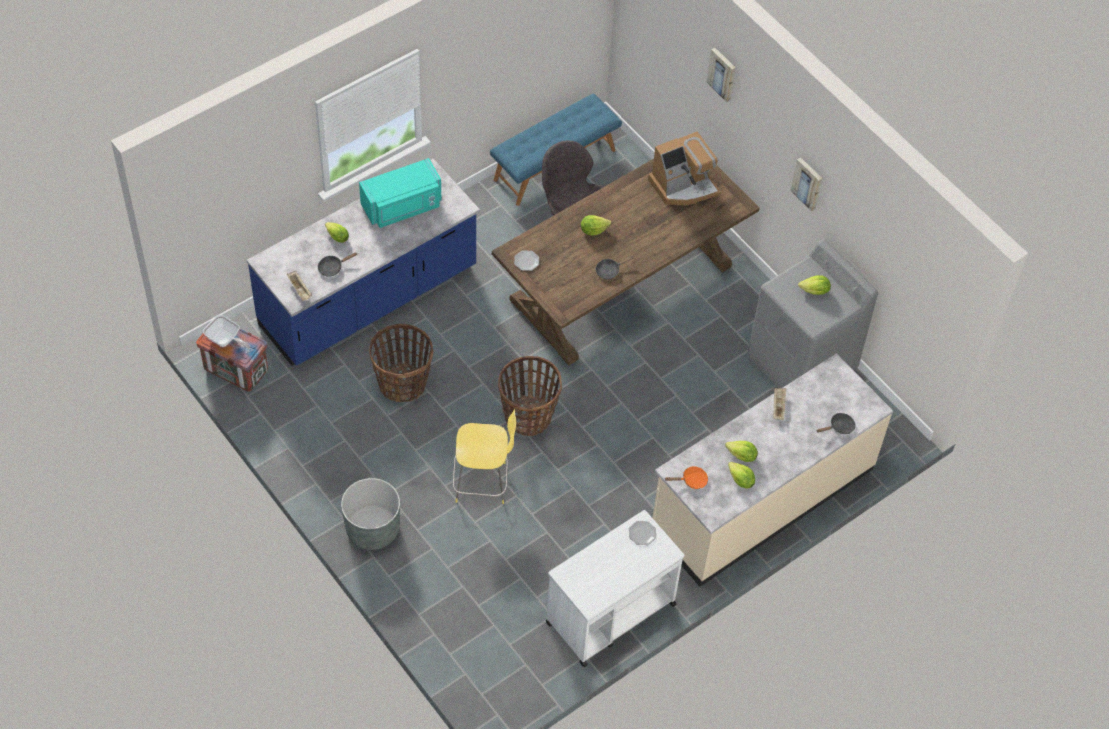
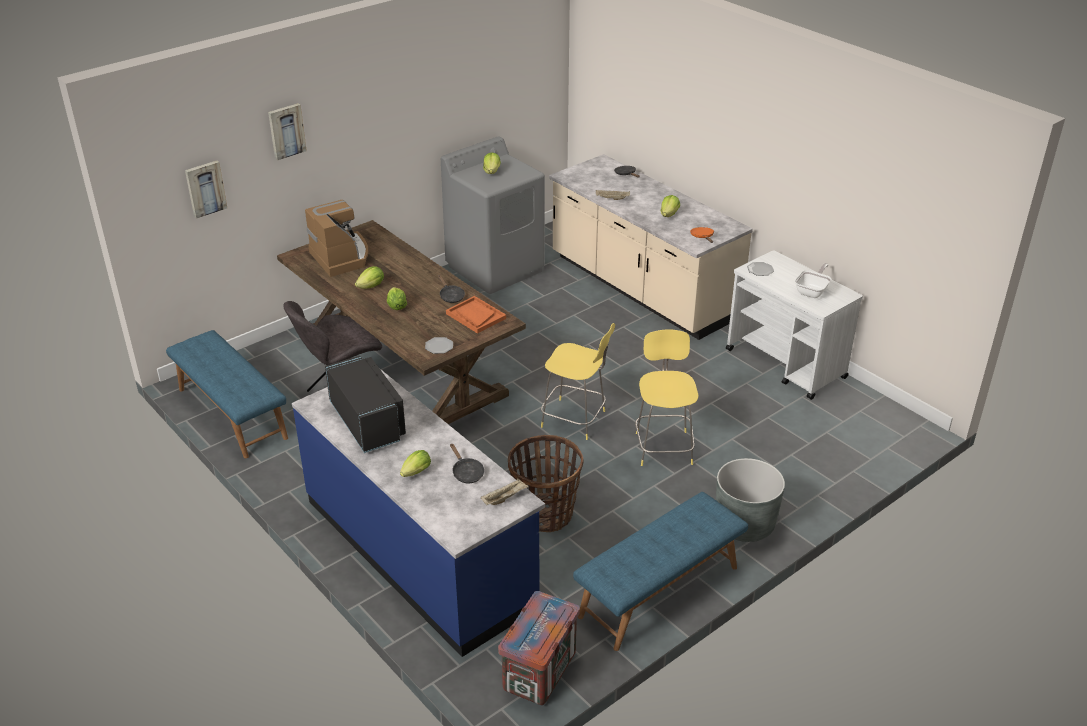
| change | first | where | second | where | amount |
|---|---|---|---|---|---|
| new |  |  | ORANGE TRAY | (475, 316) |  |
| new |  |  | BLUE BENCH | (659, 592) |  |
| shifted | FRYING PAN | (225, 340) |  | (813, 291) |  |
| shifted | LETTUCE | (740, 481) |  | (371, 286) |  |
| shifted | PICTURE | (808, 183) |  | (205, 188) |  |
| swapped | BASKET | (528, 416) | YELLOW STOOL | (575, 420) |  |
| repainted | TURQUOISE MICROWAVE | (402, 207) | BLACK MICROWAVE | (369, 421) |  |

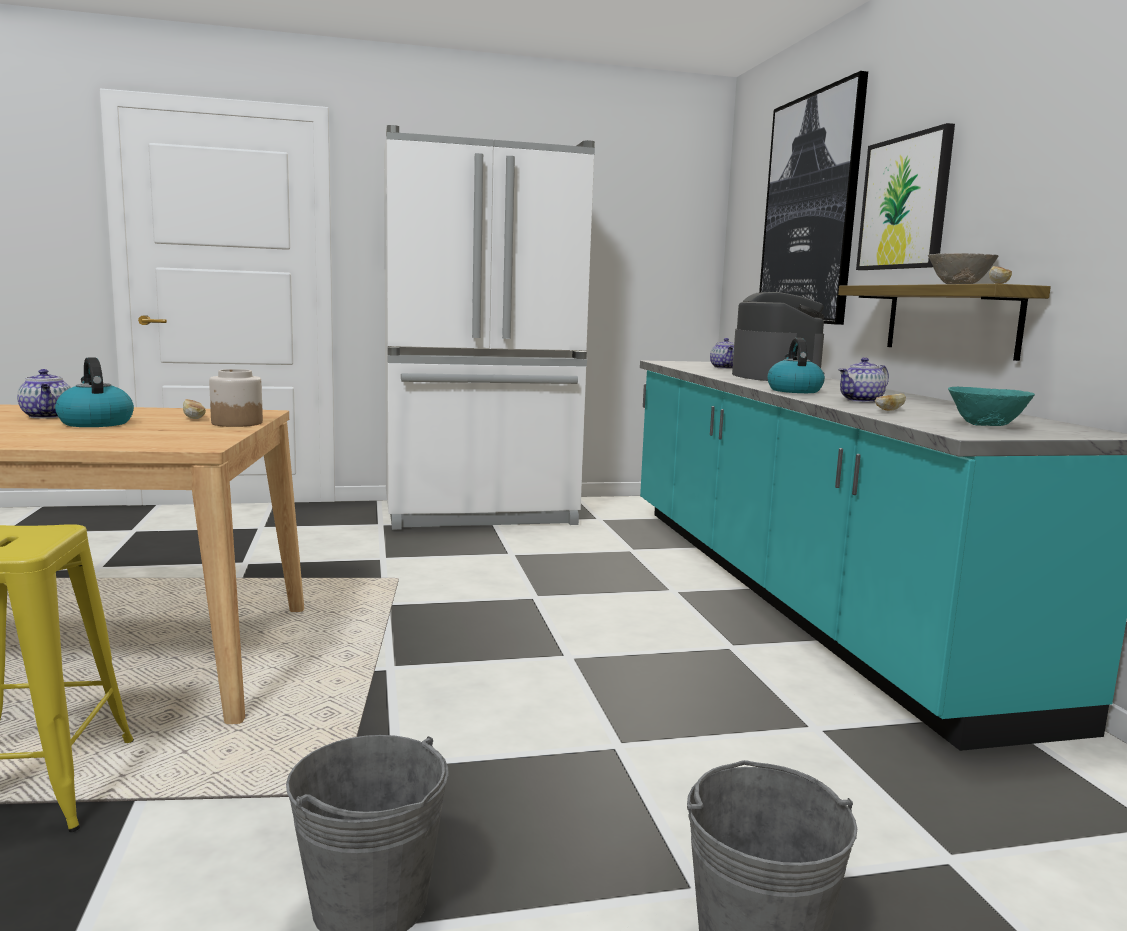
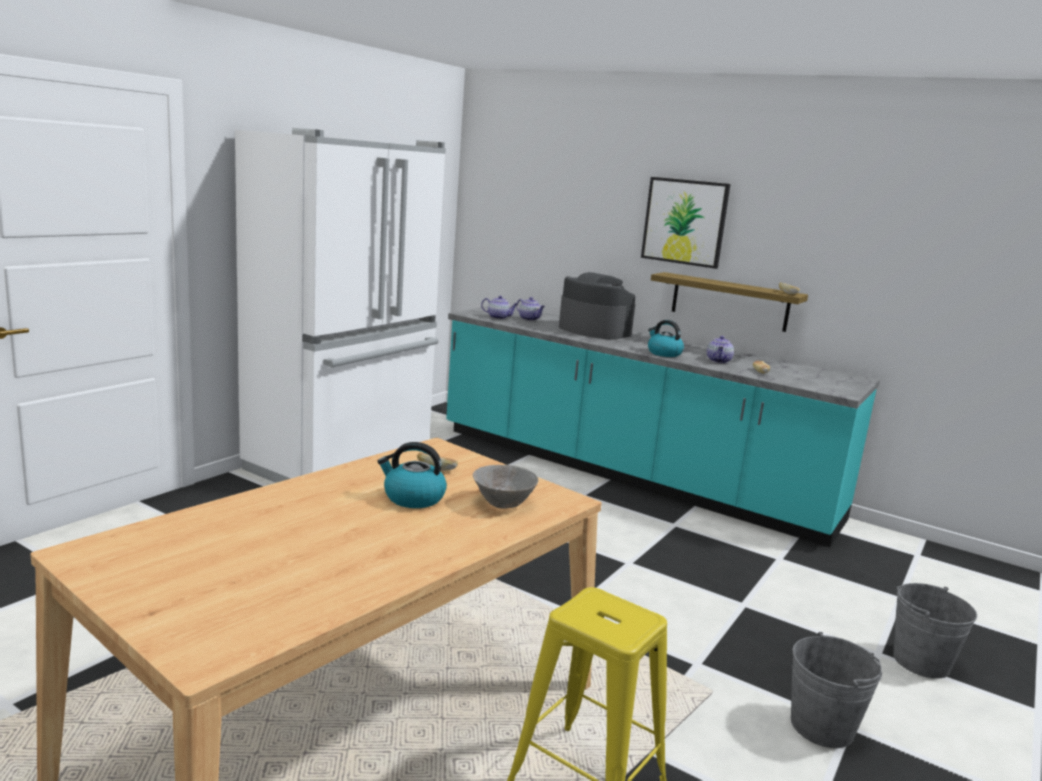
| change | first | where | second | where | amount |
|---|---|---|---|---|---|
| gone | JAR | (236, 423) |  |  |  |
| gone | PICTURE | (810, 210) |  |  |  |
| gone | TURQUOISE BOWL | (985, 425) |  |  |  |
| shifted | TEAPOT | (48, 416) |  | (499, 317) |  |
| shifted | GREY BOWL | (958, 284) |  | (503, 503) |  |

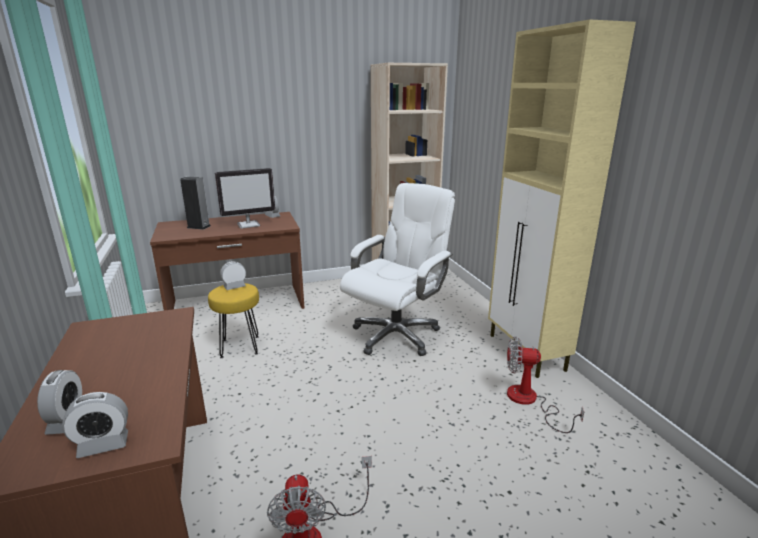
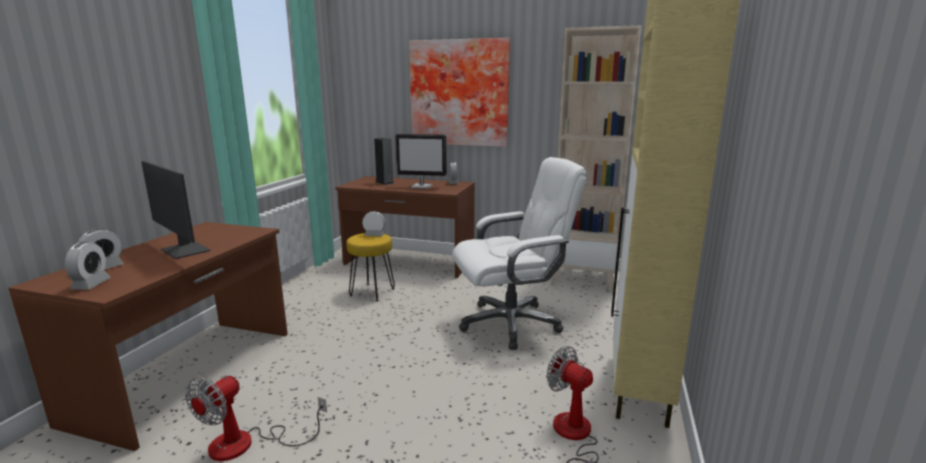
| change | first | where | second | where | amount |
|---|---|---|---|---|---|
| new |  |  | MONITOR | (184, 250) |  |
| new |  |  | PICTURE | (459, 93) |  |
| rotated | ALARM CLOCK | (103, 445) |  | (91, 284) | 105 degrees counterclockwise |

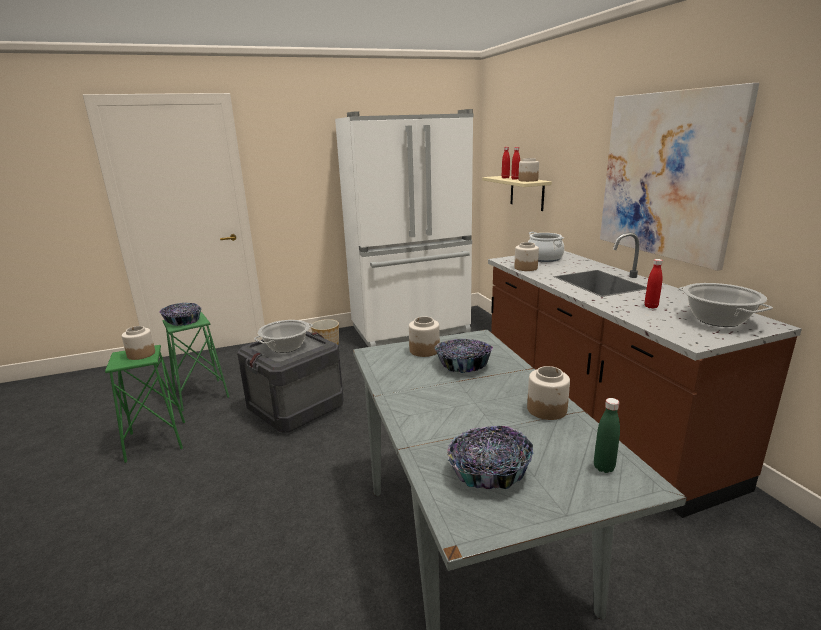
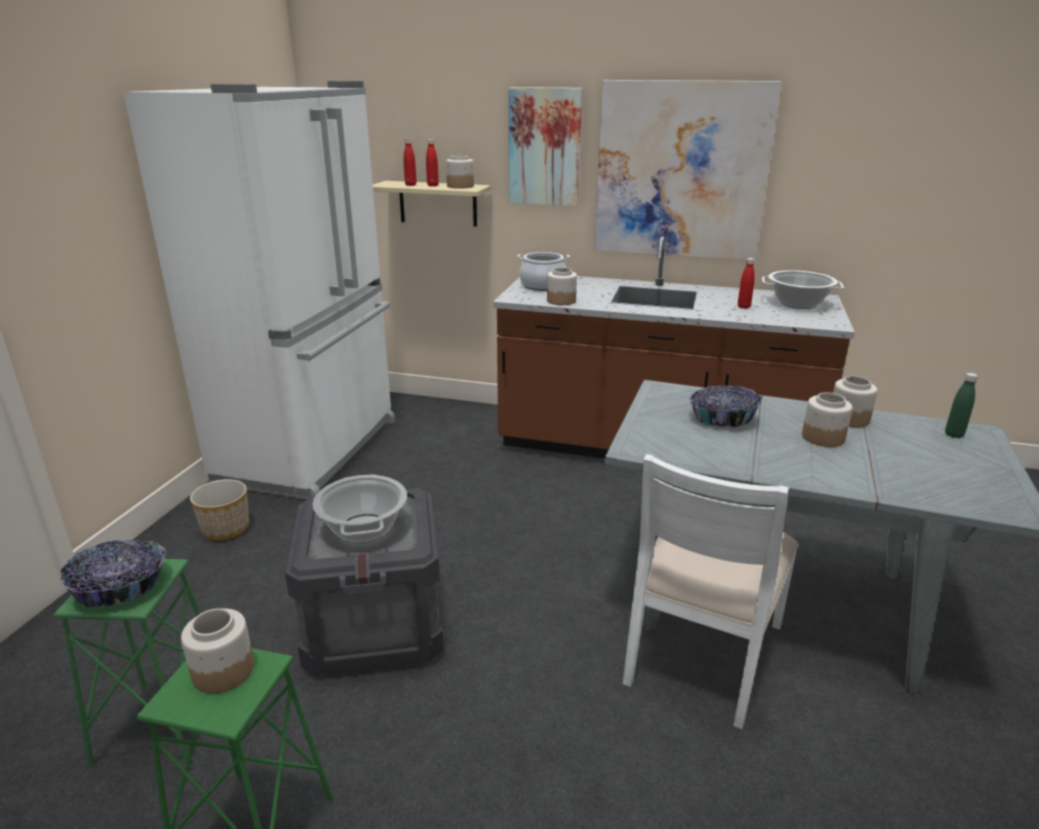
| change | first | where | second | where | amount |
|---|---|---|---|---|---|
| gone | BOWL | (489, 471) |  |  |  |
| new |  |  | PICTURE | (545, 147) |  |
| new |  |  | WHITE CHAIR | (701, 652) |  |
| shifted | JAR | (424, 350) |  | (822, 438) |  |

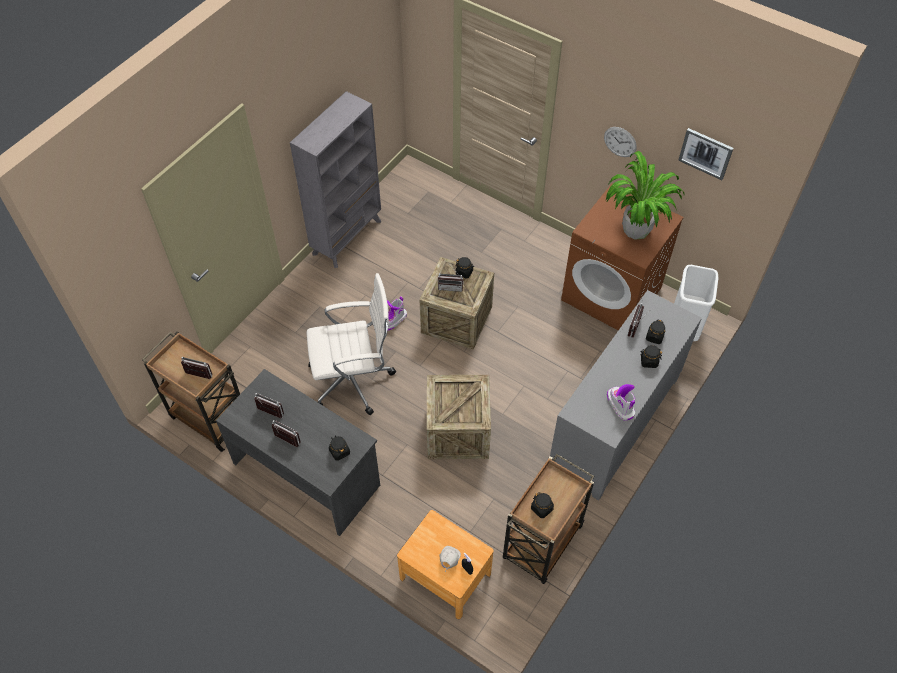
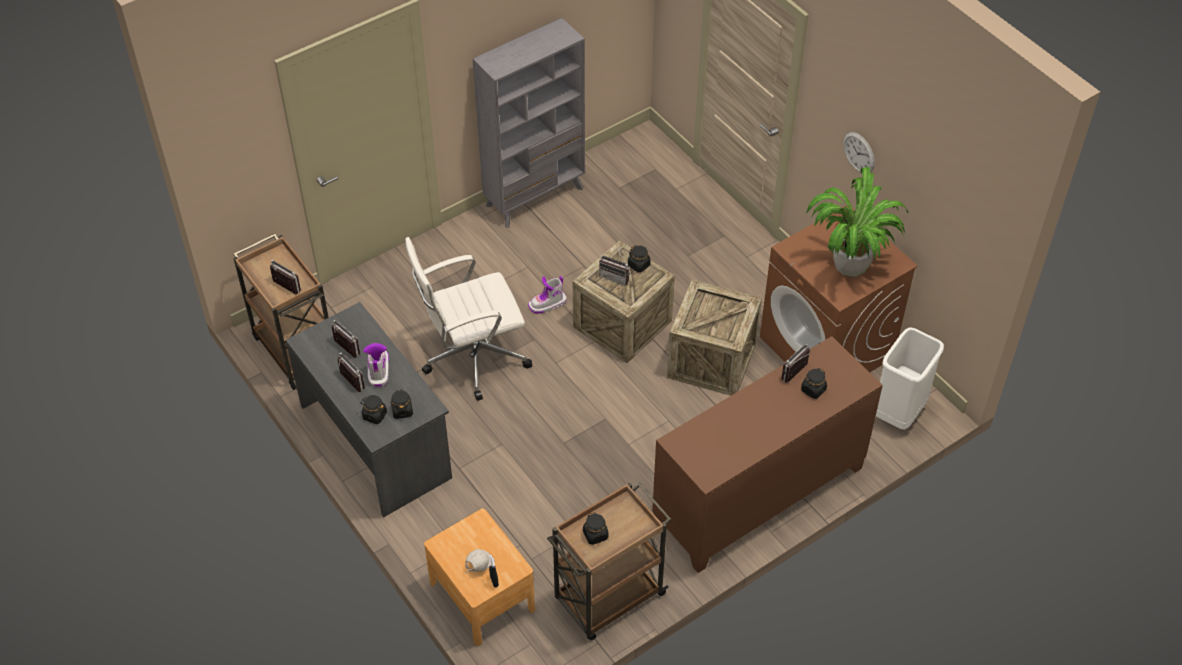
| change | first | where | second | where | amount |
|---|---|---|---|---|---|
| gone | PICTURE | (705, 153) |  |  |  |
| shifted | CRATE | (457, 432) |  | (711, 360) |  |
| shifted | BOOT | (620, 405) |  | (378, 370) |  |
| shifted | BLACK JAR | (648, 361) |  | (374, 415) |  |
| repainted | GREY CABINET | (615, 424) | BROWN CABINET | (759, 496) |  |
| rotated | WHITE OFFICE CHAIR | (354, 380) |  | (472, 357) | 150 degrees clockwise |

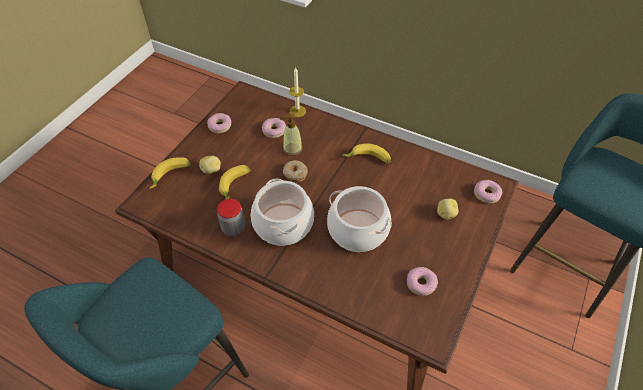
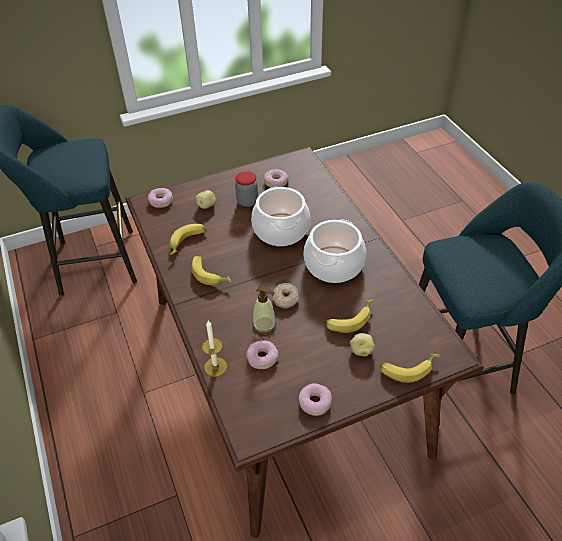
| change | first | where | second | where | amount |
|---|---|---|---|---|---|
| new |  |  | BANANA | (188, 243) |  |
| shifted | JAR | (233, 228) |  | (247, 201) |  |

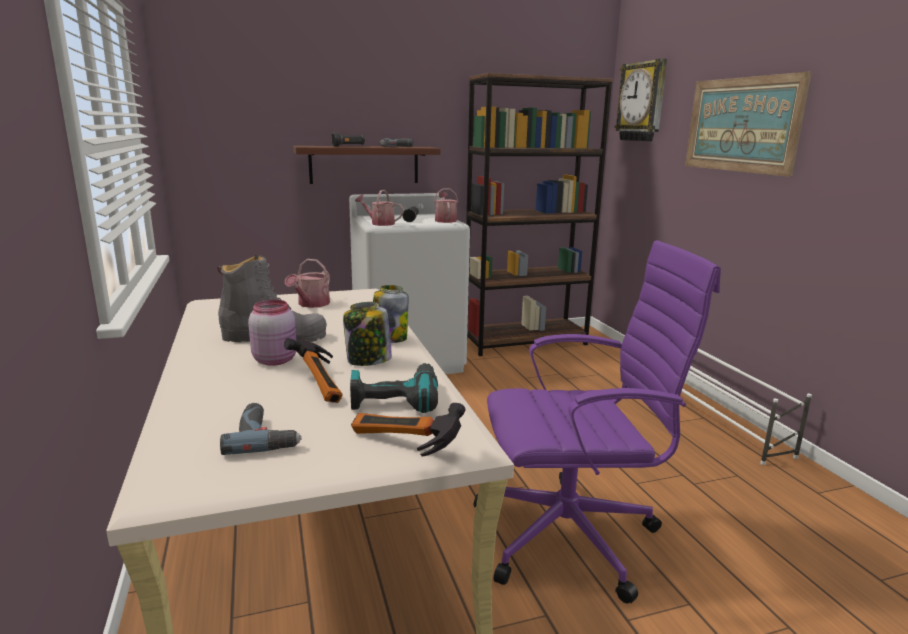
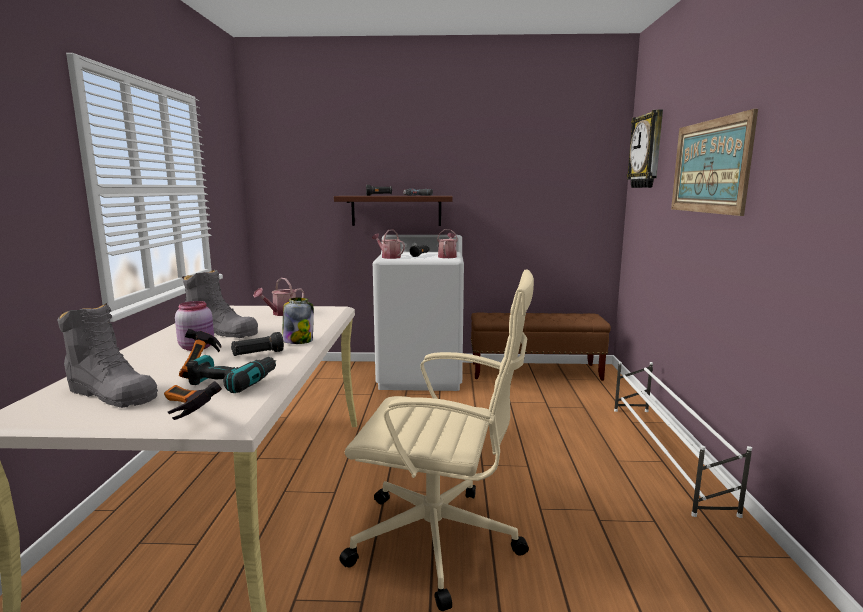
| change | first | where | second | where | amount |
|---|---|---|---|---|---|
| swapped | POWER DRILL | (265, 436) | GREY BOOT | (112, 394) |  |
| swapped | JAR | (368, 360) | BLACK FLASHLIGHT | (257, 354) |  |
| swapped | BROWN BOOKCASE | (525, 342) | BROWN BENCH | (535, 372) |  |
| repainted | PURPLE OFFICE CHAIR | (572, 536) | BEIGE OFFICE CHAIR | (440, 541) |  |

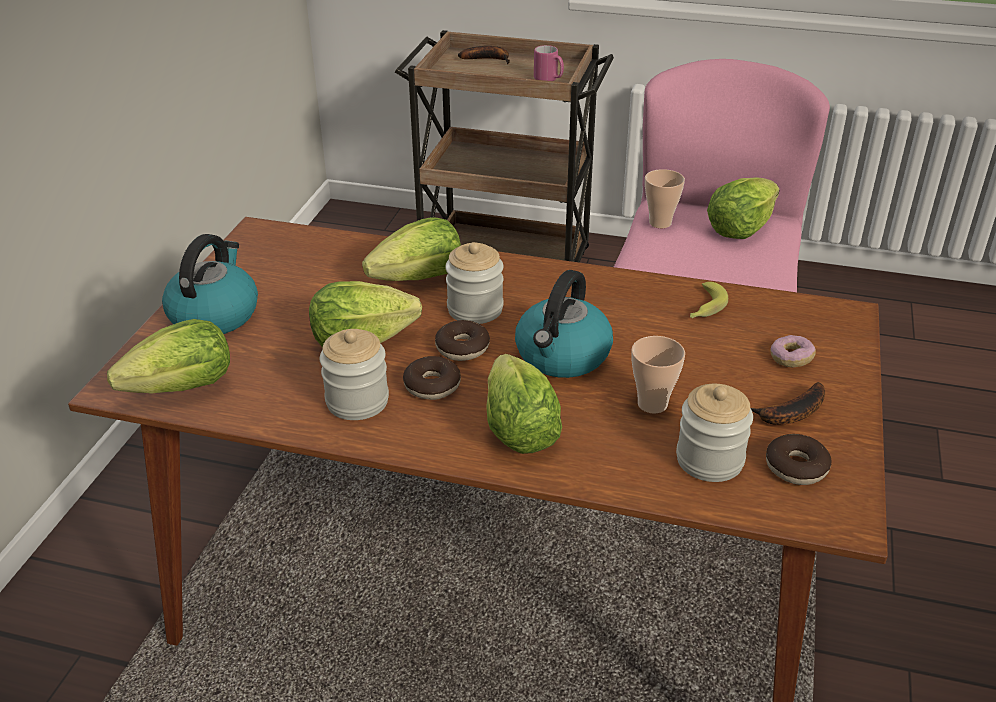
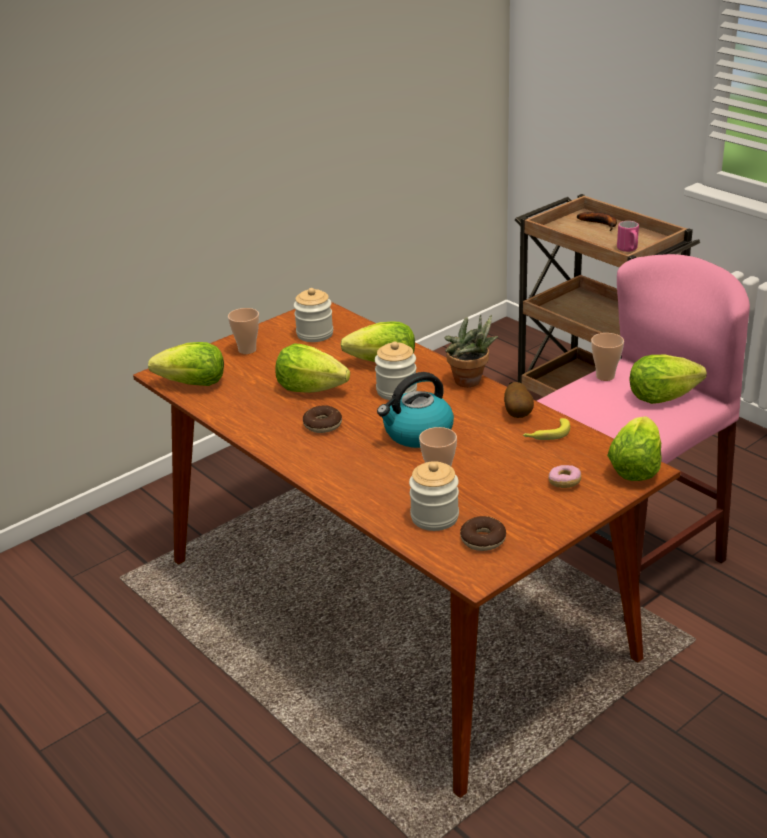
| change | first | where | second | where | amount |
|---|---|---|---|---|---|
| gone | DONUT | (462, 348) |  |  |  |
| gone | BANANA | (789, 414) |  |  |  |
| new |  |  | POTTED PLANT | (470, 382) |  |
| new |  |  | POTATO | (518, 414) |  |
| shifted | JAR | (357, 401) |  | (315, 334) |  |
| shifted | LETTUCE | (519, 430) |  | (635, 468) |  |
| swapped | KETTLE | (214, 314) | CUP | (247, 350) |  |

